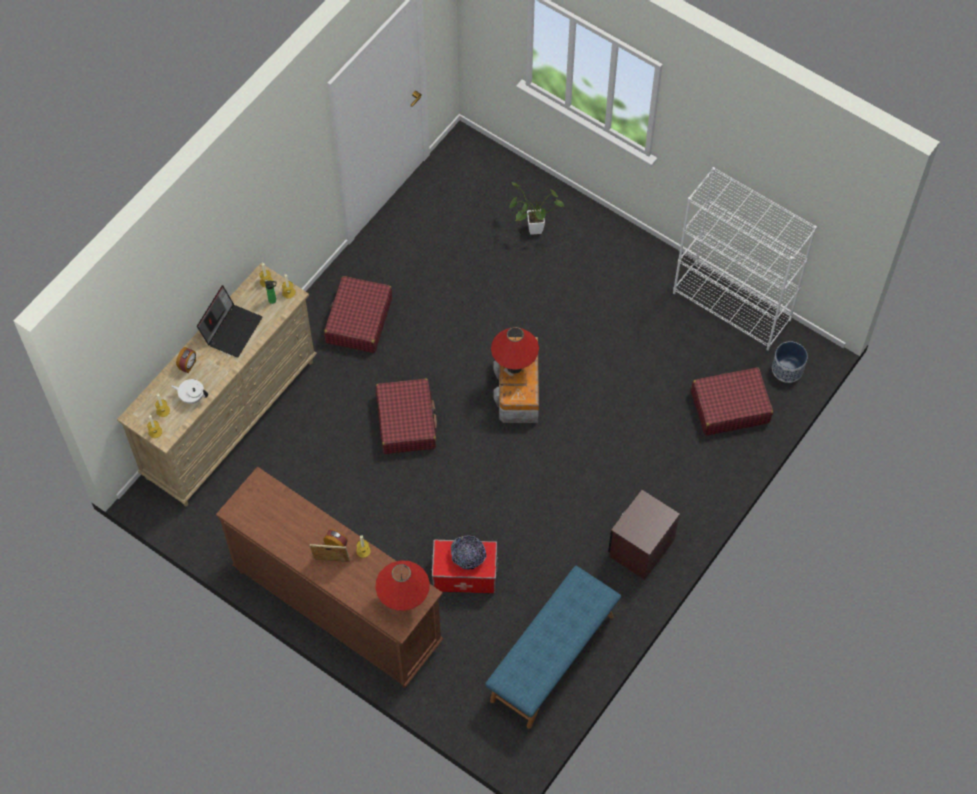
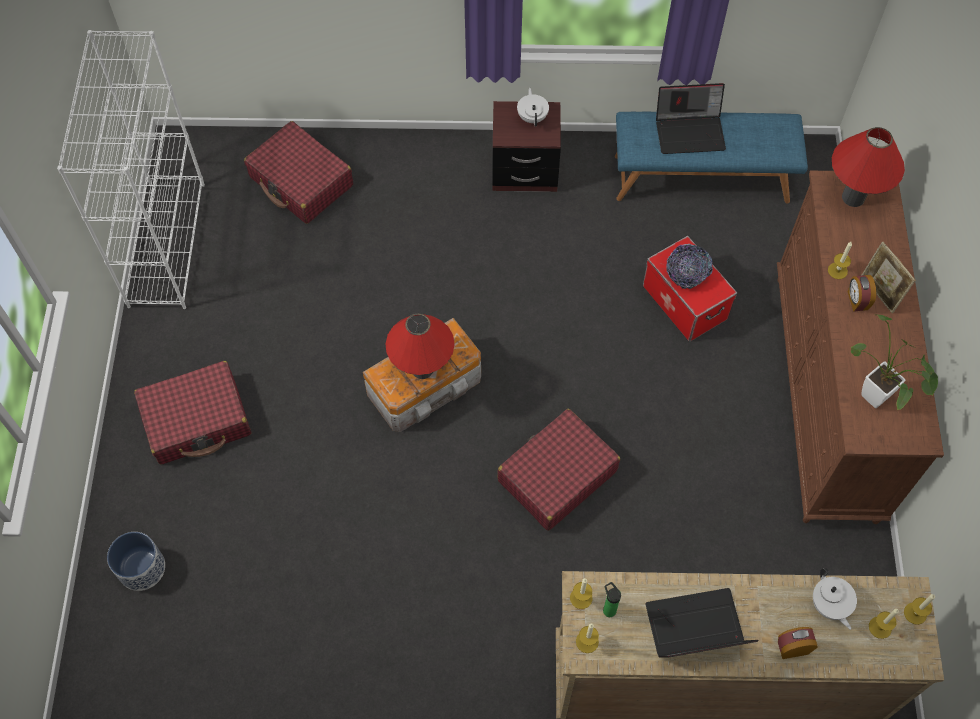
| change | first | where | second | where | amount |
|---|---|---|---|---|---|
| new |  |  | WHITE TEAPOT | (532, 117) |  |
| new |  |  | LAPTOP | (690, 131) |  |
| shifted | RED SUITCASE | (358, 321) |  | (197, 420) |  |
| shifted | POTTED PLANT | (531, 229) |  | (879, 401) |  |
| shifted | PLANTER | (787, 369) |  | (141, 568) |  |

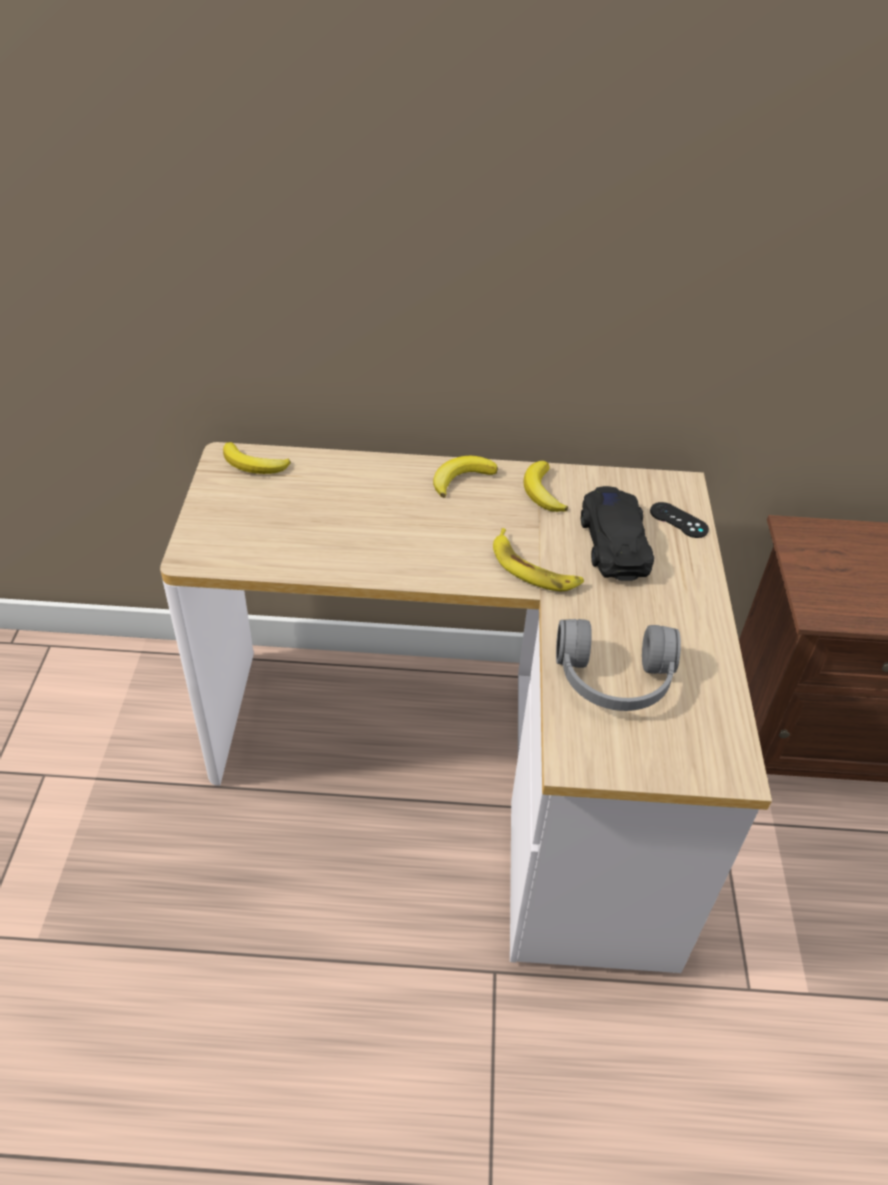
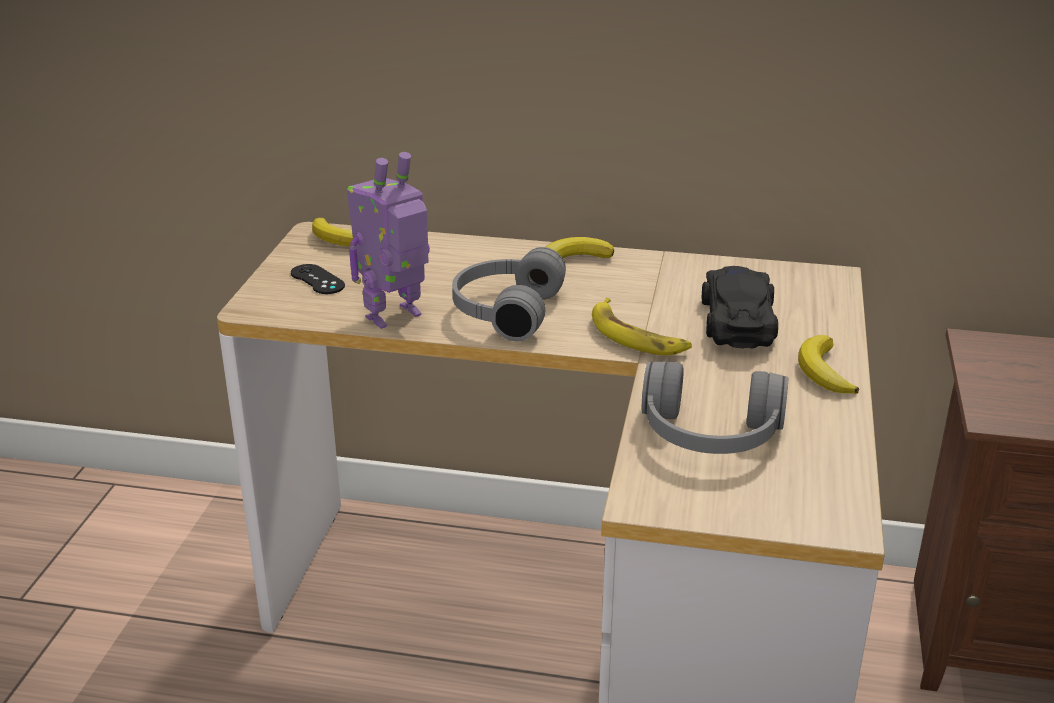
| change | first | where | second | where | amount |
|---|---|---|---|---|---|
| new |  |  | TOY ROBOT | (395, 317) |  |
| new |  |  | GREY HEADPHONES | (504, 311) |  |
| shifted | BANANA | (542, 491) |  | (823, 371) |  |
| shifted | BLACK GAME CONTROLLER | (678, 520) |  | (317, 279) |  |

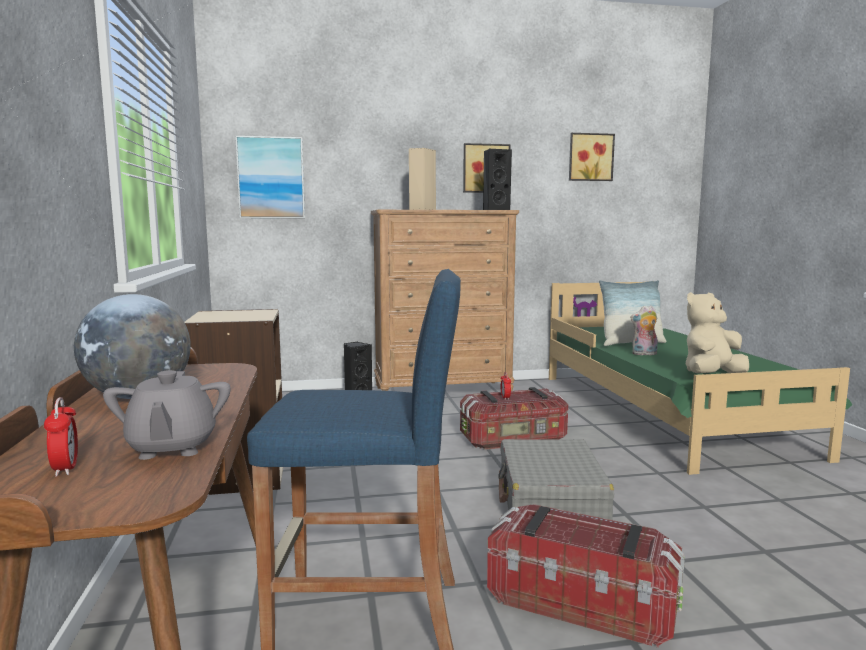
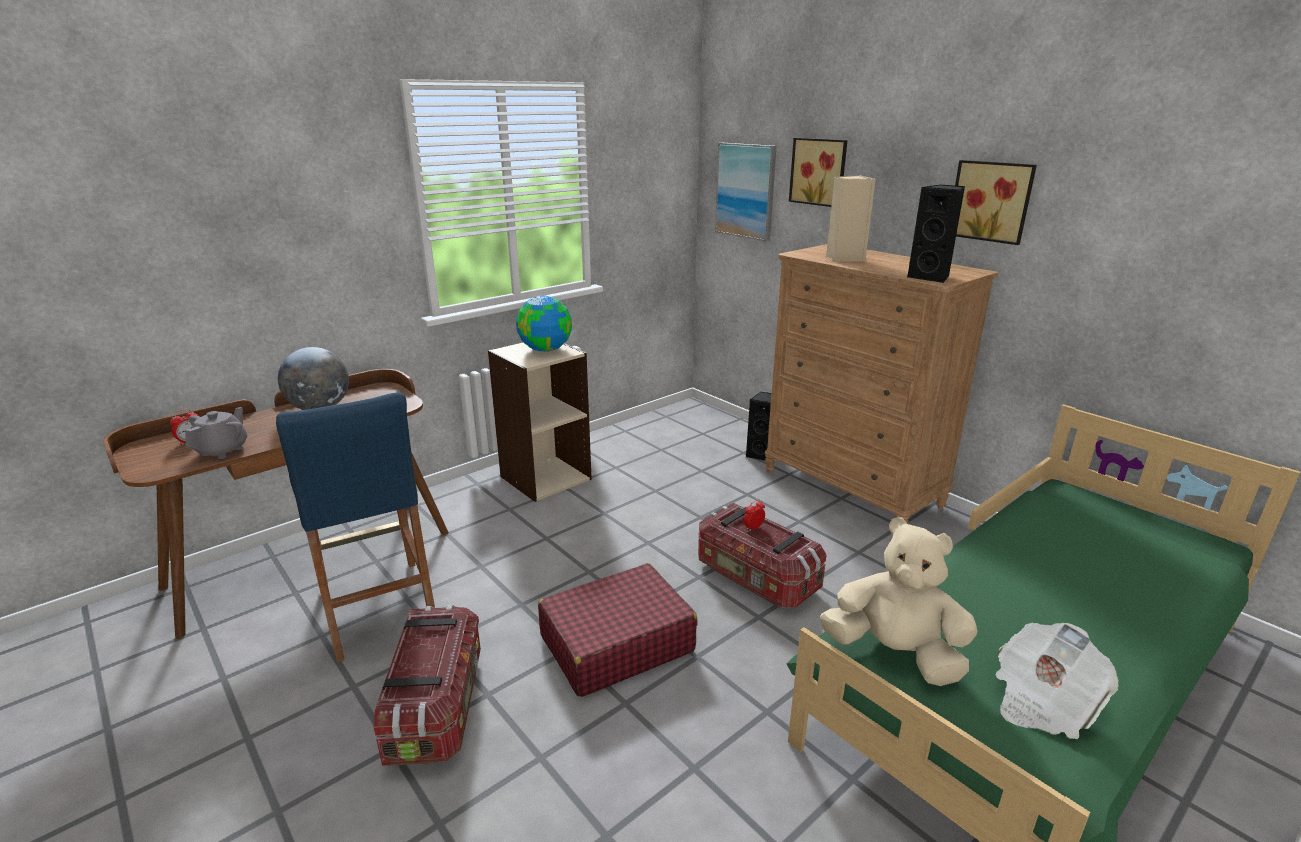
| change | first | where | second | where | amount |
|---|---|---|---|---|---|
| gone | PILLOW | (631, 343) |  |  |  |
| gone | PLUSH TOY | (644, 354) |  |  |  |
| new |  |  | GLOBE | (545, 349) |  |
| new |  |  | NEWSPAPER | (1043, 700) |  |
| shifted | PICTURE | (590, 157) |  | (819, 172) |  |
| repainted | GREY SUITCASE | (550, 501) | RED SUITCASE | (616, 643) |  |
| rotated | GREY TEAPOT | (172, 448) |  | (223, 450) | 150 degrees clockwise |

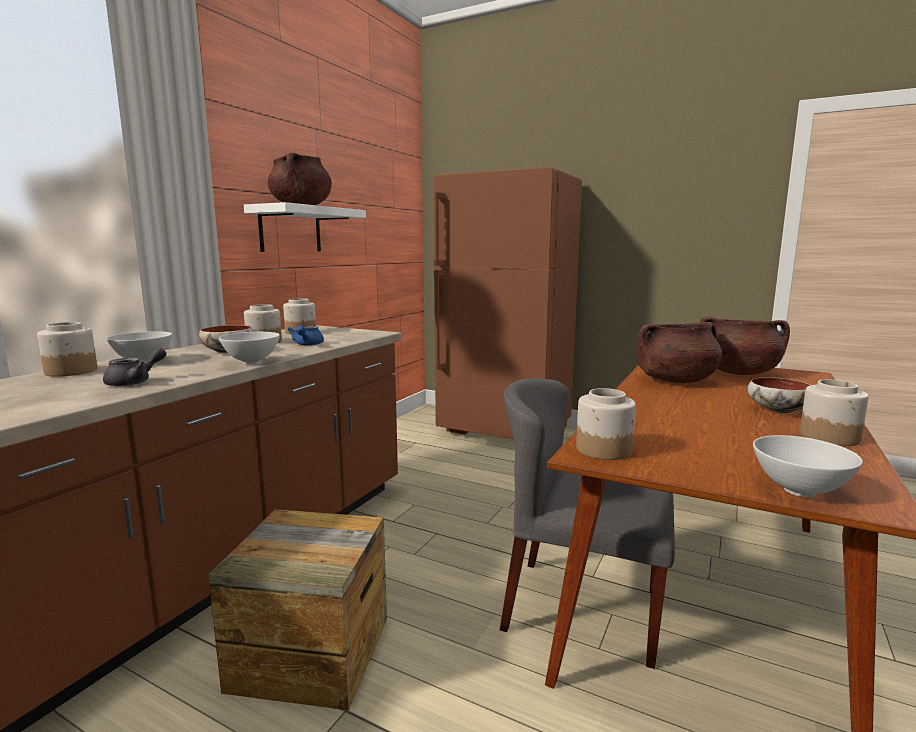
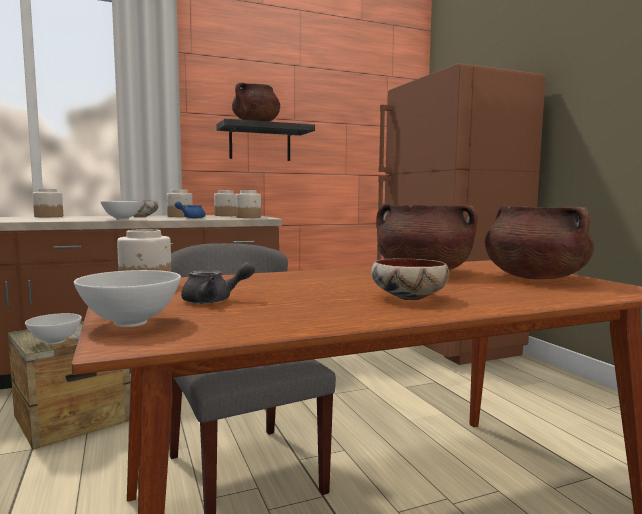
| change | first | where | second | where | amount |
|---|---|---|---|---|---|
| shifted | GREY TEAPOT | (135, 382) |  | (214, 300) |  |
| shifted | WHITE BOWL | (143, 361) |  | (55, 342) |  |
| shifted | JAR | (829, 437) |  | (248, 217) |  |
| repainted | WHITE SHELF | (290, 230) | BLACK SHELF | (260, 143) |  |

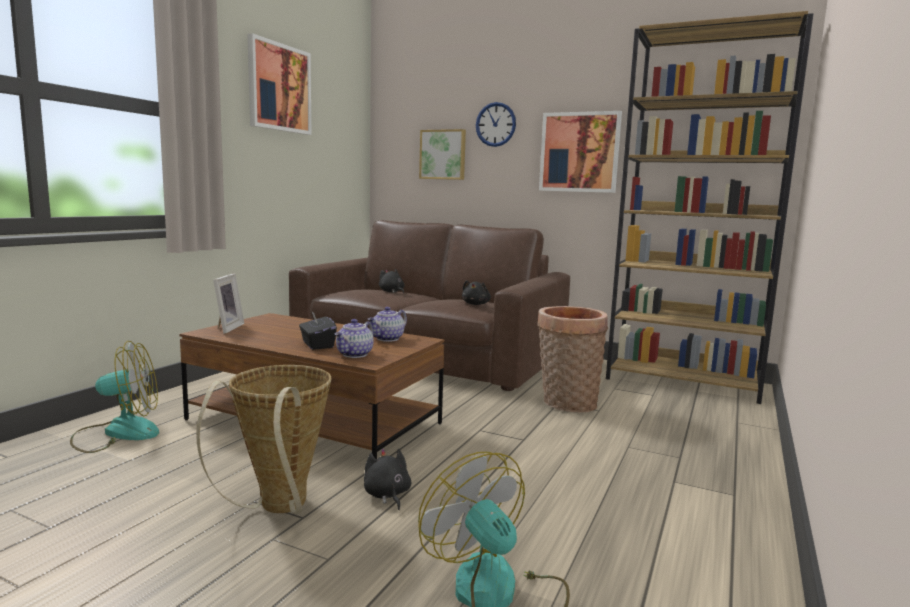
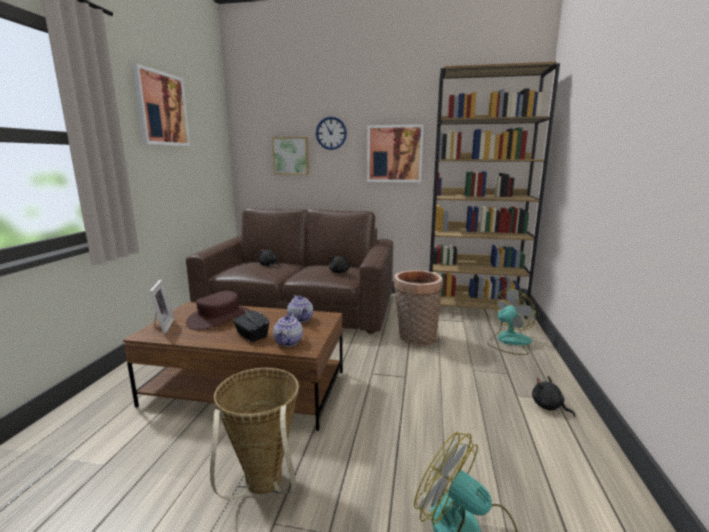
| change | first | where | second | where | amount |
|---|---|---|---|---|---|
| new |  |  | BROWN HAT | (219, 318) |  |
| shifted | FAN | (118, 433) |  | (508, 342) |  |
| shifted | BLACK PLUSH TOY | (387, 495) |  | (548, 407) |  |
| rotated | TEAPOT | (388, 339) |  | (301, 319) | 45 degrees counterclockwise |

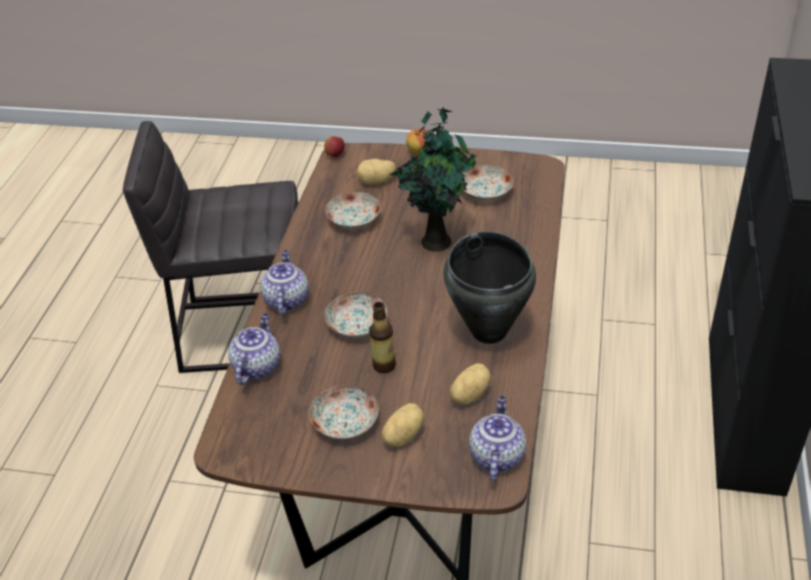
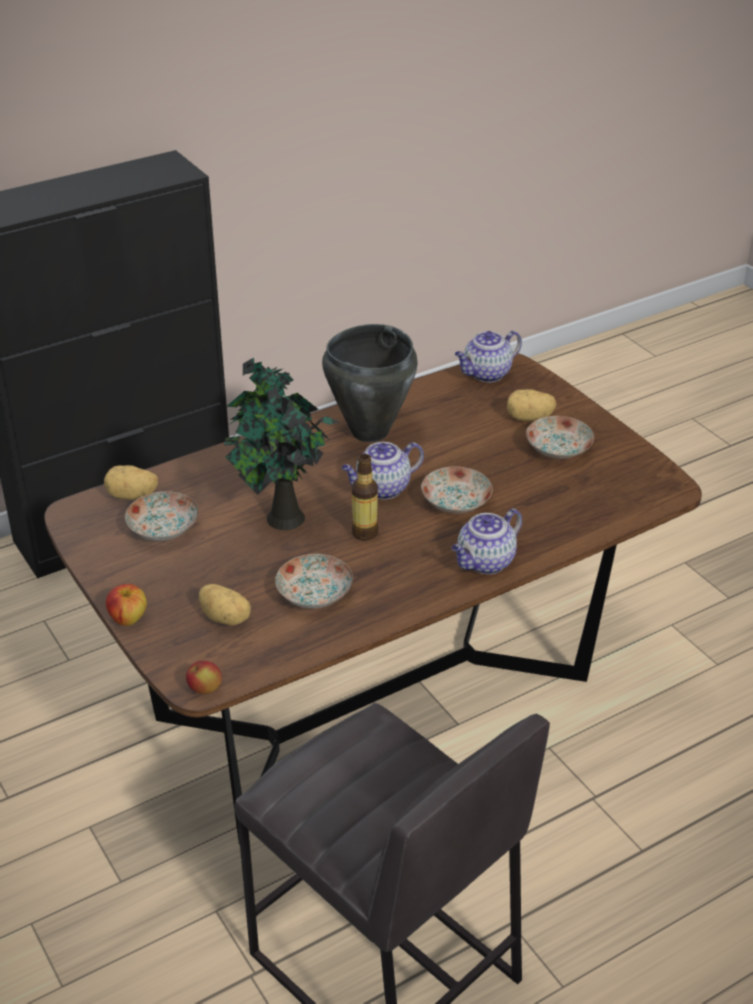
| change | first | where | second | where | amount |
|---|---|---|---|---|---|
| shifted | TEAPOT | (257, 366) |  | (382, 489) |  |
| shifted | BOTTLE | (384, 365) |  | (364, 533) |  |
| shifted | POTATO | (469, 394) |  | (132, 496) |  |

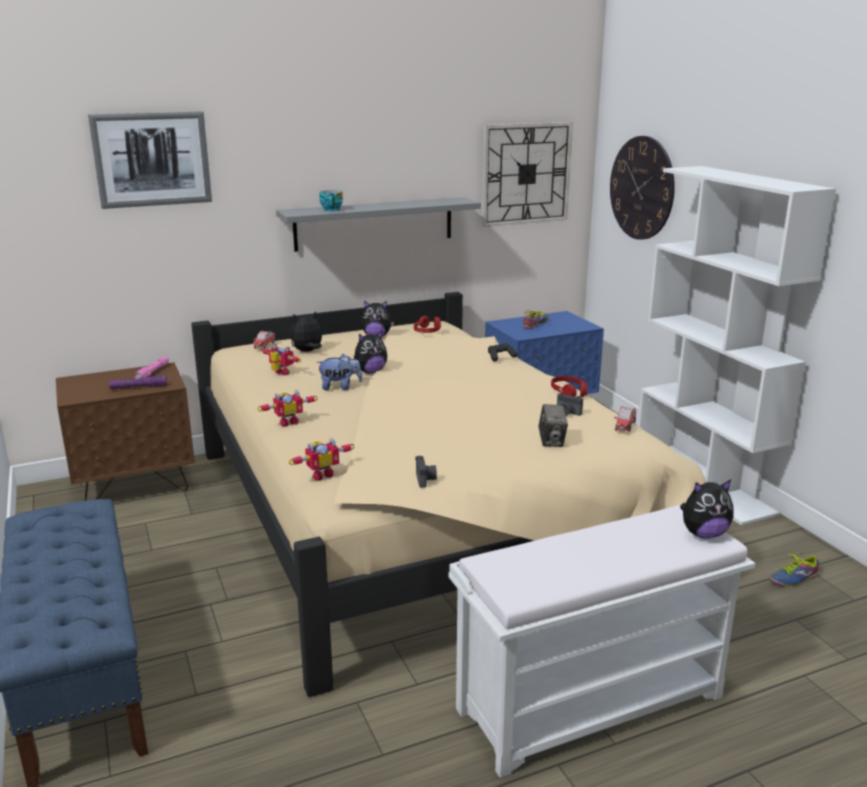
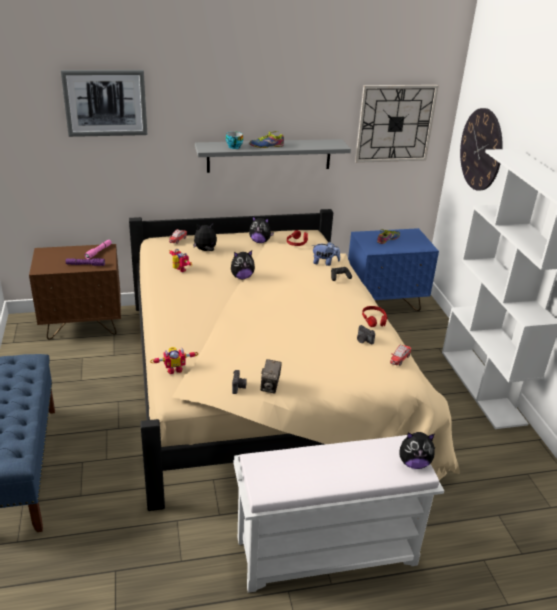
| change | first | where | second | where | amount |
|---|---|---|---|---|---|
| gone | TOY ROBOT | (288, 422) |  |  |  |
| shifted | PLUSH TOY | (340, 387) |  | (325, 263) |  |
| shifted | PHOTO CAMERA | (552, 441) |  | (270, 386) |  |
| shifted | SHOE | (792, 577) |  | (266, 145) |  |

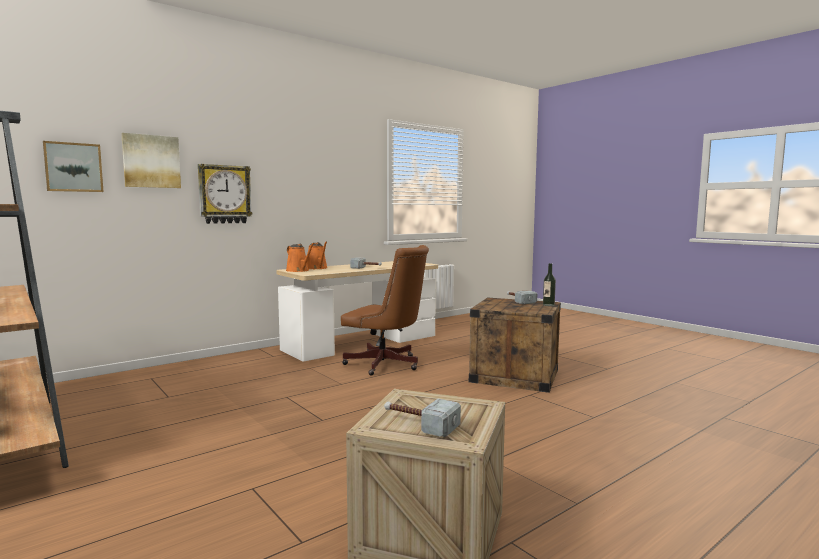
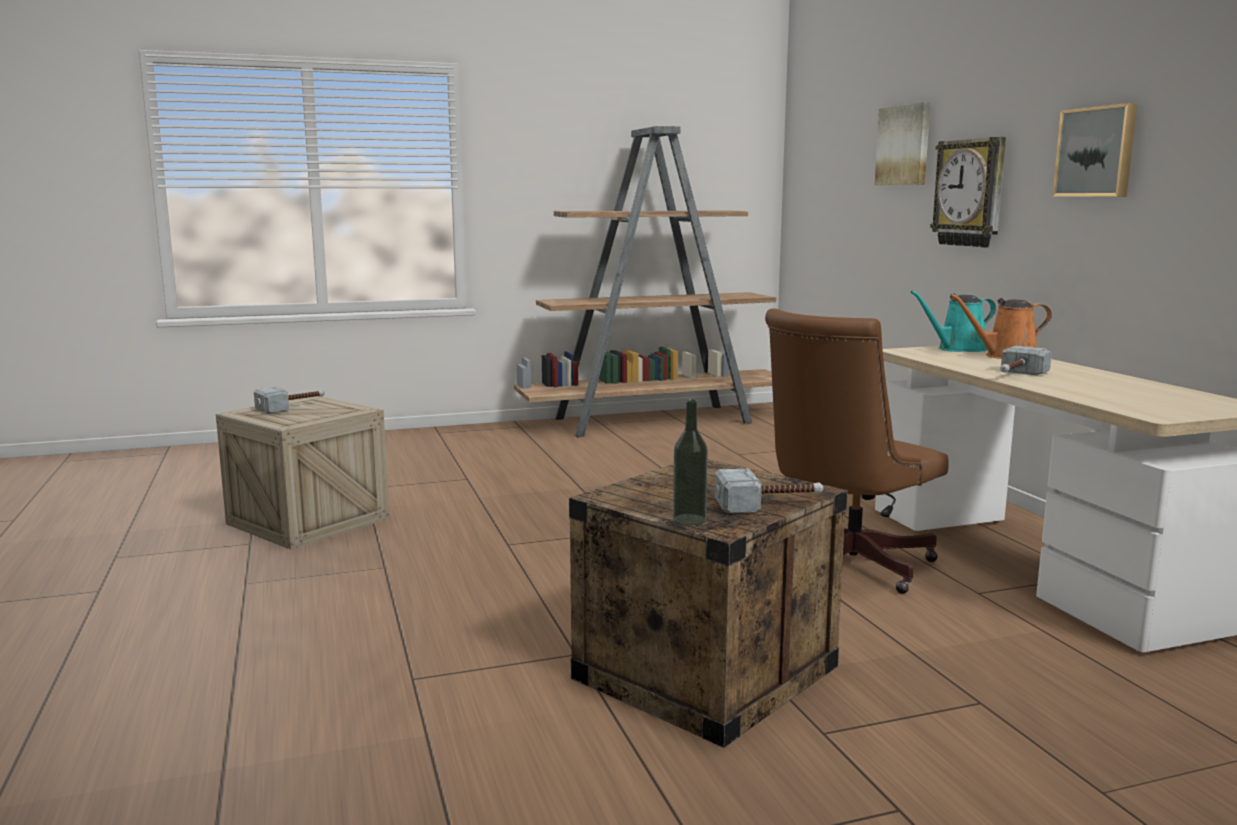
| change | first | where | second | where | amount |
|---|---|---|---|---|---|
| shifted | PICTURE | (73, 167) |  | (1097, 152) |  |
| repainted | ORANGE WATERING CAN | (299, 270) | TURQUOISE WATERING CAN | (958, 349) |  |

